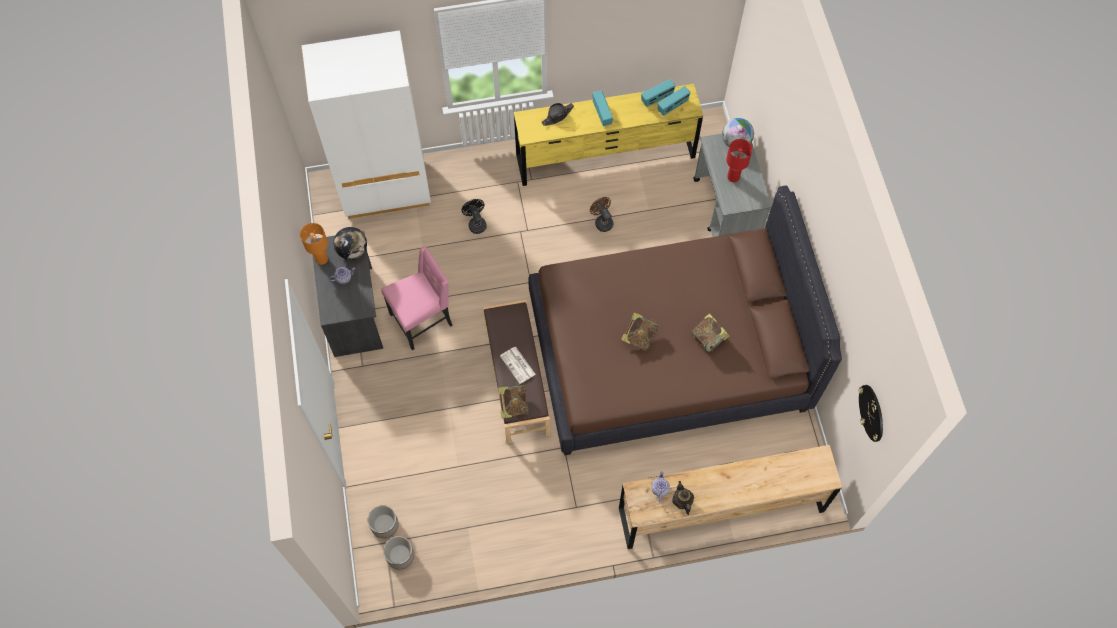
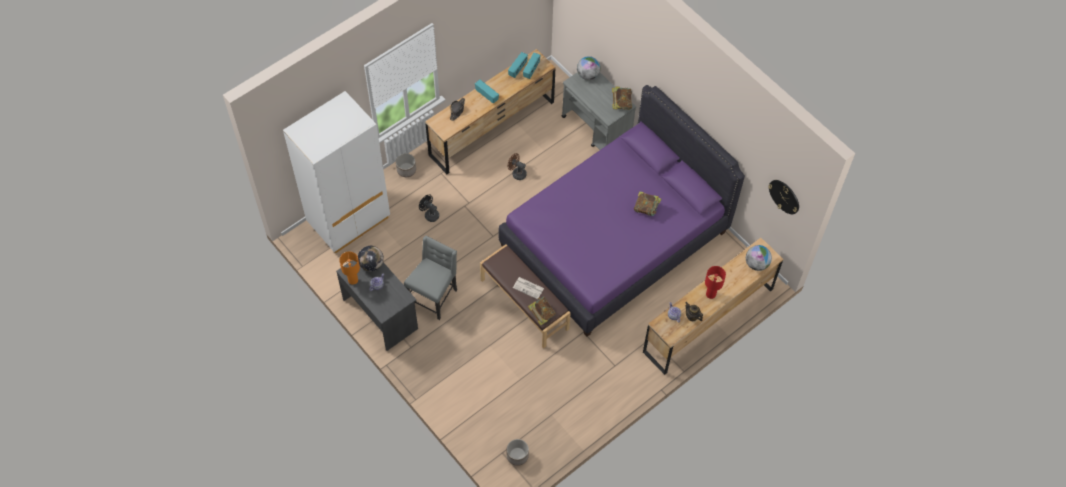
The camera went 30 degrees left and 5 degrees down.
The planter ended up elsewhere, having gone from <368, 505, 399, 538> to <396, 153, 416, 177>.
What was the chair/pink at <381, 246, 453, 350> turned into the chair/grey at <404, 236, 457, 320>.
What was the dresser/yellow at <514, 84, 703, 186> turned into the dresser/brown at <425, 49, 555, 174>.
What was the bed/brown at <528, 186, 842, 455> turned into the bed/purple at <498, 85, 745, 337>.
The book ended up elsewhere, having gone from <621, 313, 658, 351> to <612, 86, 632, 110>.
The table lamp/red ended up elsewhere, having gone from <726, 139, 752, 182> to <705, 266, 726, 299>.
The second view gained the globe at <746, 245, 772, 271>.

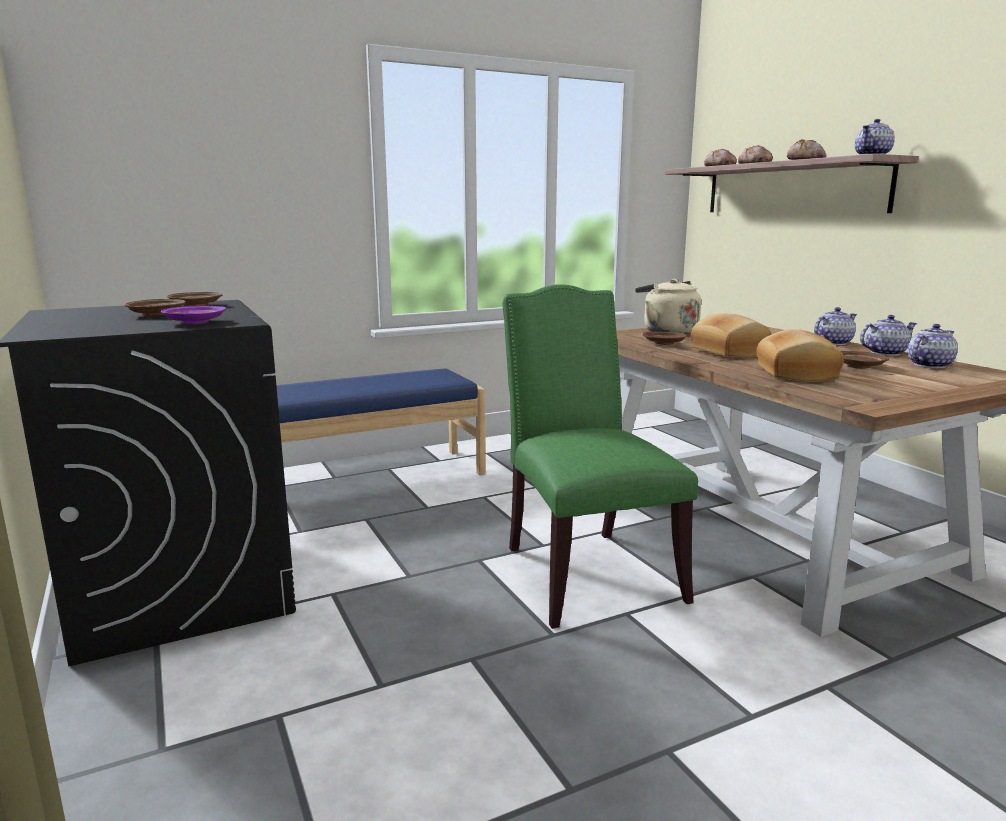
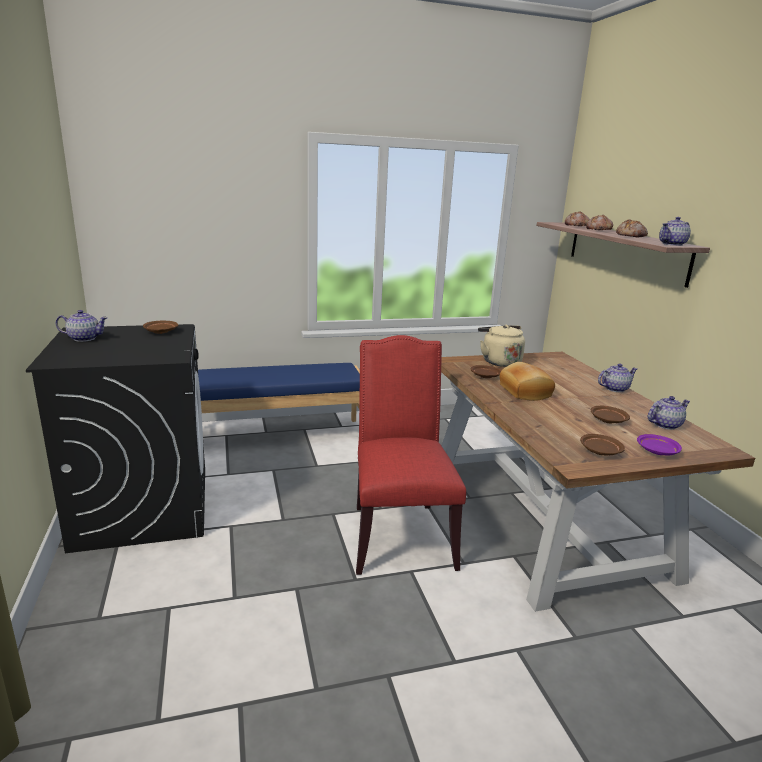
The camera went 10 degrees right and 5 degrees up.
The plate/brown ended up elsewhere, having gone from <125, 299, 186, 316> to <580, 434, 625, 455>.
The plate/purple ended up elsewhere, having gone from <161, 305, 226, 324> to <637, 434, 682, 455>.
What was the chair/green at <502, 284, 698, 629> turned into the chair/red at <356, 335, 466, 575>.
The second view lost the bread at <756, 329, 844, 382>.
The teapot ended up elsewhere, having gone from <860, 315, 917, 356> to <55, 310, 108, 342>.

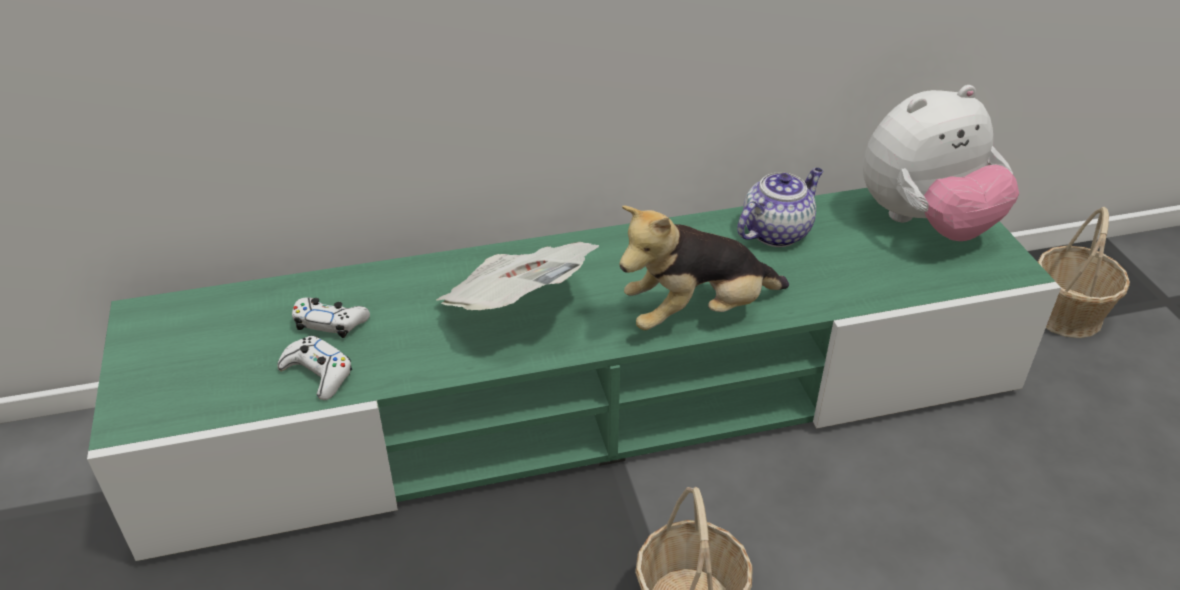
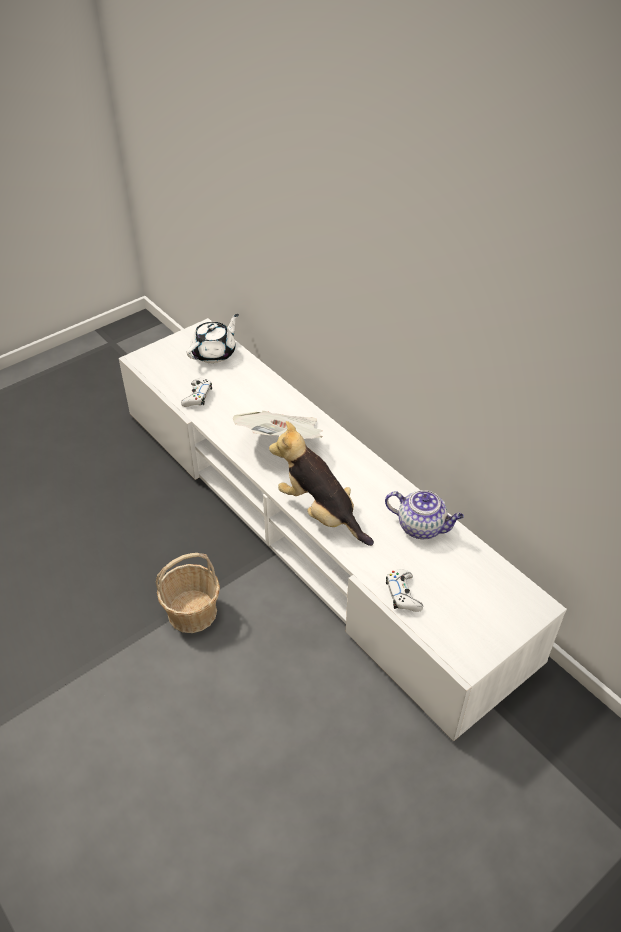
The camera went 65 degrees right and 5 degrees up.
What was the tv stand/green at <87, 188, 1061, 561> turned into the tv stand/white at <119, 318, 567, 741>.
The game controller/white ended up elsewhere, having gone from <292, 297, 370, 338> to <386, 569, 423, 612>.
The second view lost the plush toy at <863, 85, 1019, 241>.
The second view lost the basket at <1038, 207, 1130, 338>.
The second view gained the teapot/white at <187, 314, 239, 363>.

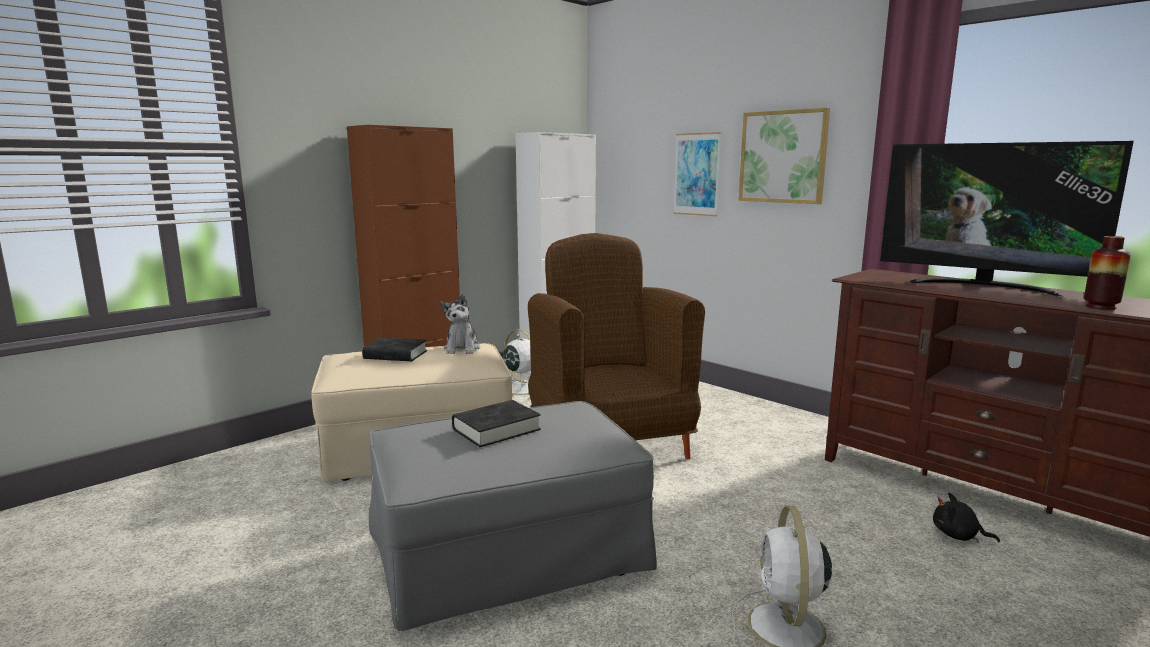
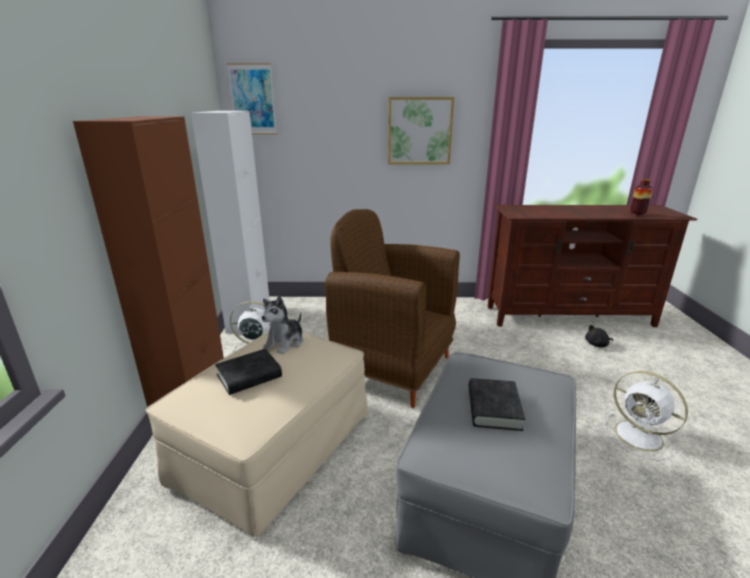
The camera went 45 degrees left and 10 degrees up.
The plush toy at <440, 294, 480, 354> ended up facing another way, 75 degrees clockwise from before.
The picture ended up elsewhere, having gone from <673, 132, 722, 216> to <227, 63, 277, 134>.
The second view lost the television at <880, 141, 1134, 297>.

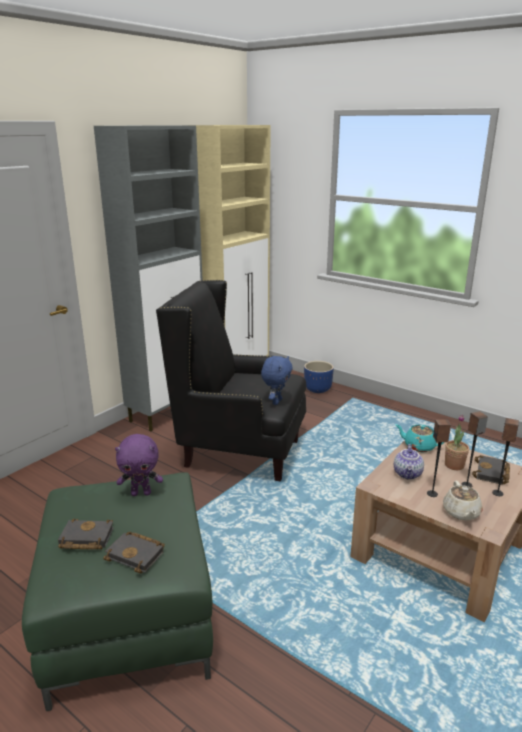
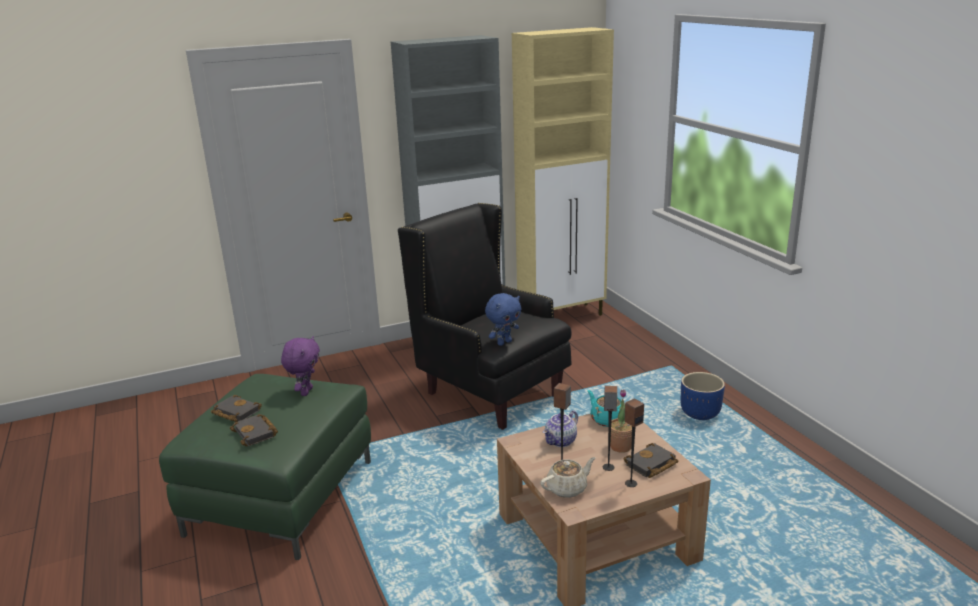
The camera went 30 degrees right and 0 degrees up.
The plush toy/purple at <115, 434, 163, 496> ended up facing another way, 105 degrees counterclockwise from before.
The planter/blue ended up elsewhere, having gone from <304, 361, 334, 393> to <680, 372, 725, 420>.
The teapot/beige at <443, 481, 482, 521> ended up facing another way, 150 degrees counterclockwise from before.

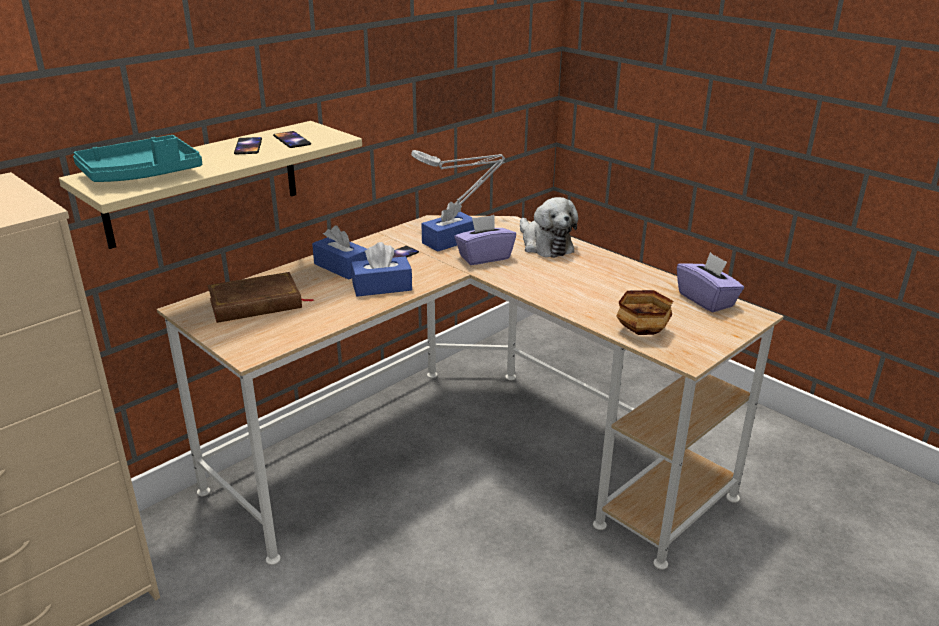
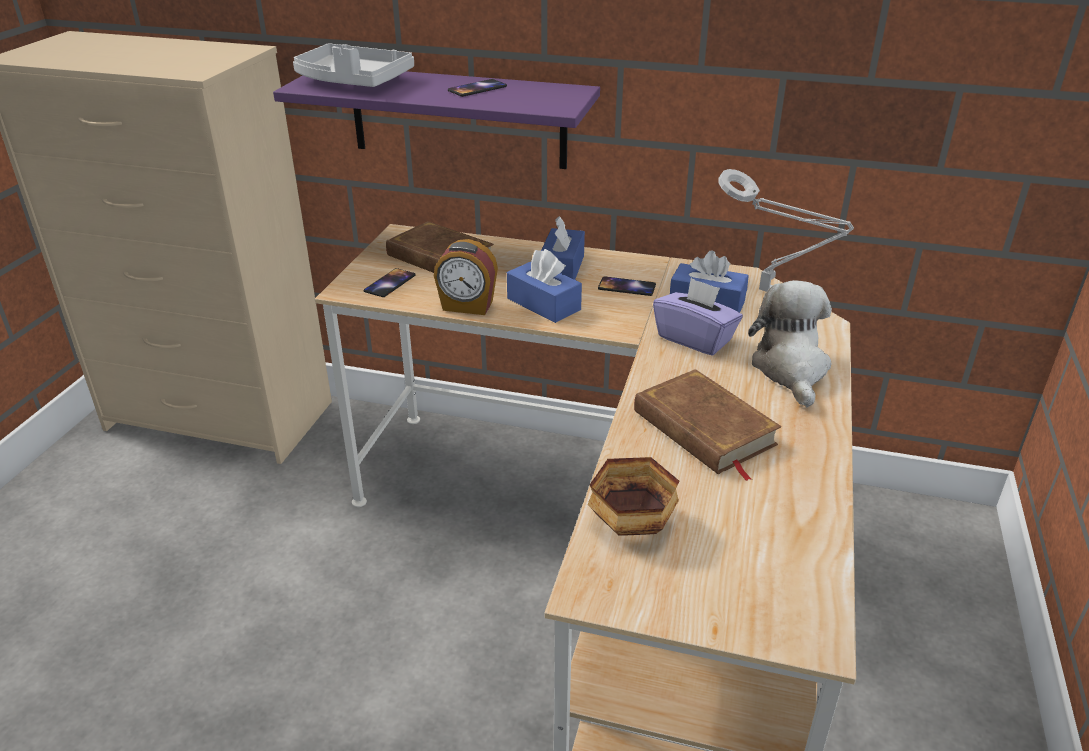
The camera went 60 degrees right and 5 degrees up.
What was the shelf/beige at <59, 121, 362, 249> turned into the shelf/purple at <273, 71, 600, 169>.
What was the tray/turquoise at <73, 135, 202, 182> turned into the tray/grey at <293, 43, 414, 87>.
The phone ended up elsewhere, having gone from <273, 131, 311, 148> to <364, 268, 416, 297>.
The plush toy at <520, 197, 578, 258> ended up facing another way, 150 degrees clockwise from before.
The second view lost the tissue box/purple at <677, 252, 744, 313>.
The second view gained the alarm clock at <434, 239, 498, 315>.
The second view gained the book/brown at <634, 369, 782, 481>.

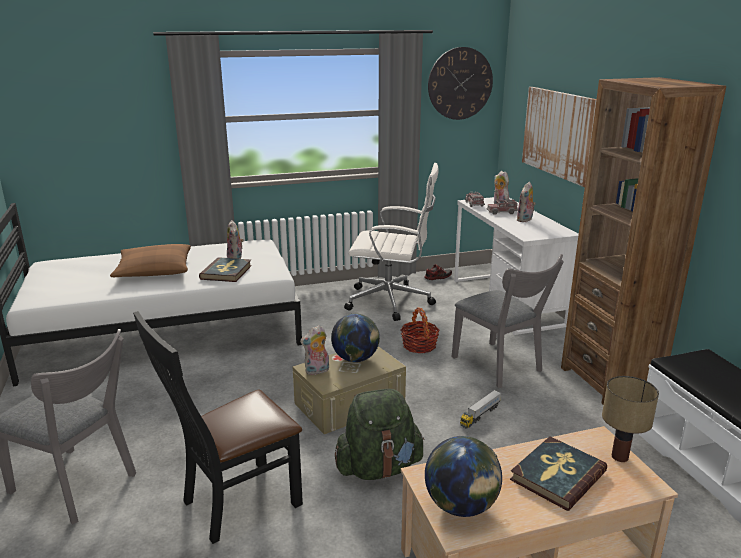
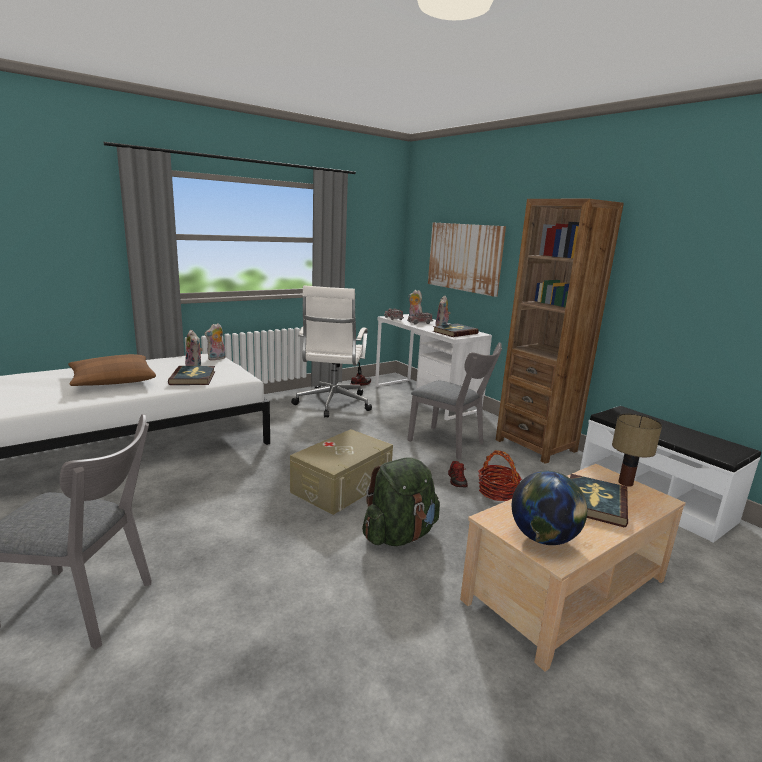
The camera went 20 degrees left and 5 degrees down.
The second view lost the chair/black at <133, 311, 303, 544>.
The plush toy ended up elsewhere, having gone from <300, 325, 329, 375> to <204, 323, 226, 360>.
The second view lost the globe at <331, 313, 380, 362>.
The office chair/white at <344, 163, 439, 321> ended up facing another way, 105 degrees clockwise from before.
The basket ended up elsewhere, having gone from <400, 307, 440, 353> to <478, 450, 522, 501>.
The second view lost the wall clock at <428, 47, 493, 120>.
Where the toy truck stood at <460, 390, 501, 429>, the shoe came to stand at <448, 461, 468, 487>.
The second view gained the book at <433, 324, 479, 337>.

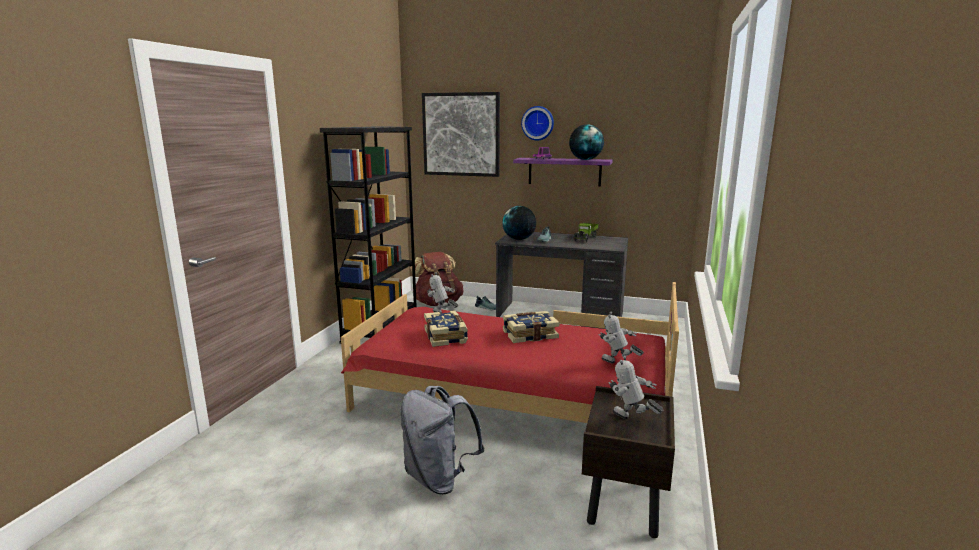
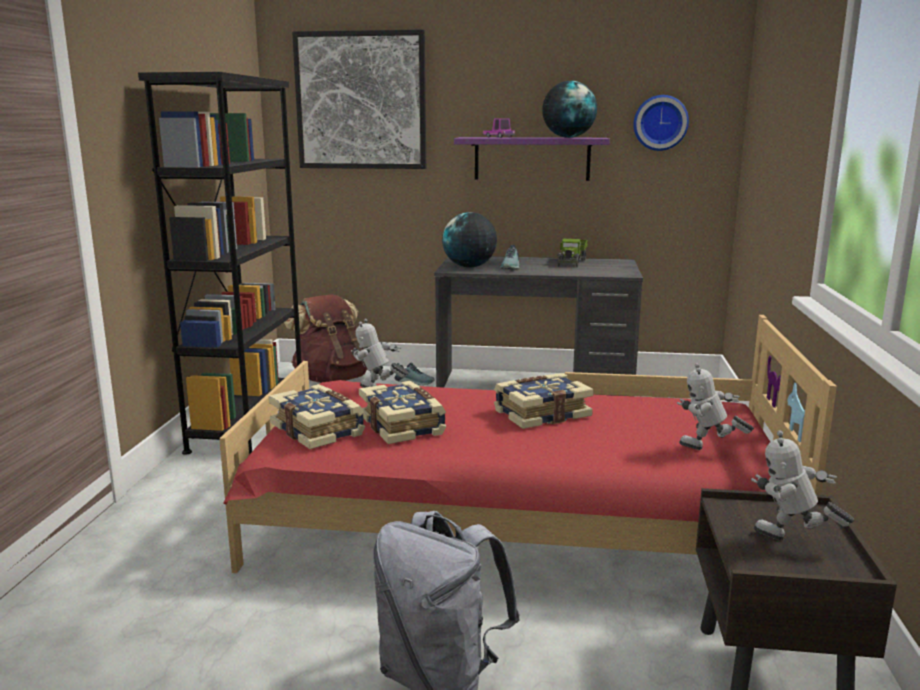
The camera went 10 degrees left and 0 degrees up.
The wall clock ended up elsewhere, having gone from <521, 106, 554, 141> to <634, 95, 689, 151>.
The second view gained the book at <268, 384, 365, 449>.

